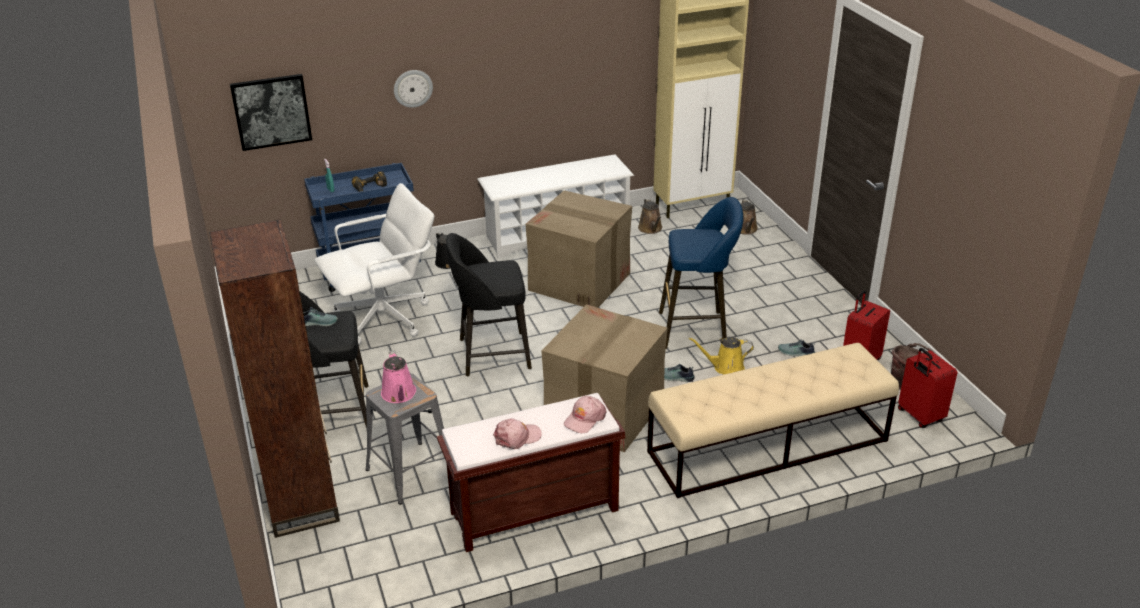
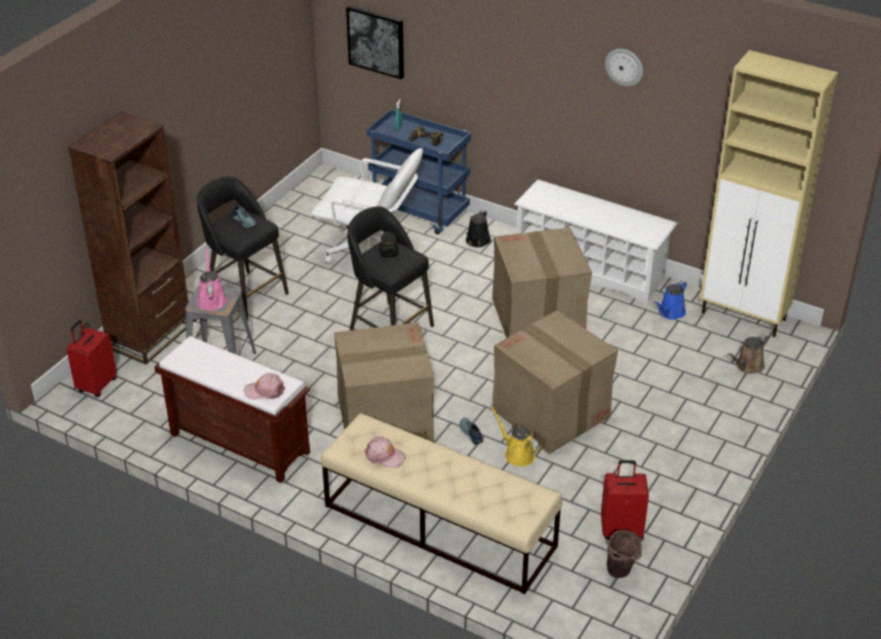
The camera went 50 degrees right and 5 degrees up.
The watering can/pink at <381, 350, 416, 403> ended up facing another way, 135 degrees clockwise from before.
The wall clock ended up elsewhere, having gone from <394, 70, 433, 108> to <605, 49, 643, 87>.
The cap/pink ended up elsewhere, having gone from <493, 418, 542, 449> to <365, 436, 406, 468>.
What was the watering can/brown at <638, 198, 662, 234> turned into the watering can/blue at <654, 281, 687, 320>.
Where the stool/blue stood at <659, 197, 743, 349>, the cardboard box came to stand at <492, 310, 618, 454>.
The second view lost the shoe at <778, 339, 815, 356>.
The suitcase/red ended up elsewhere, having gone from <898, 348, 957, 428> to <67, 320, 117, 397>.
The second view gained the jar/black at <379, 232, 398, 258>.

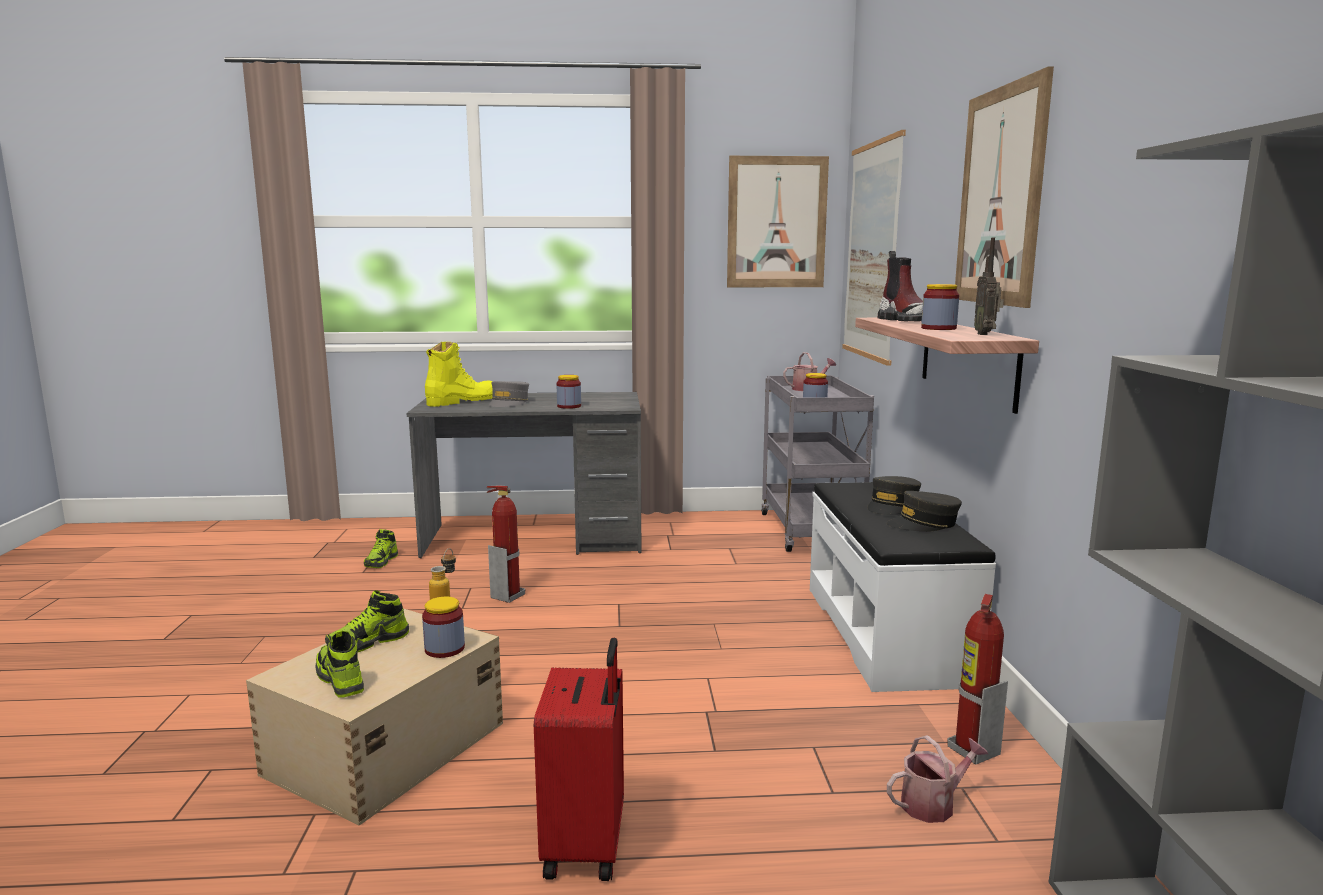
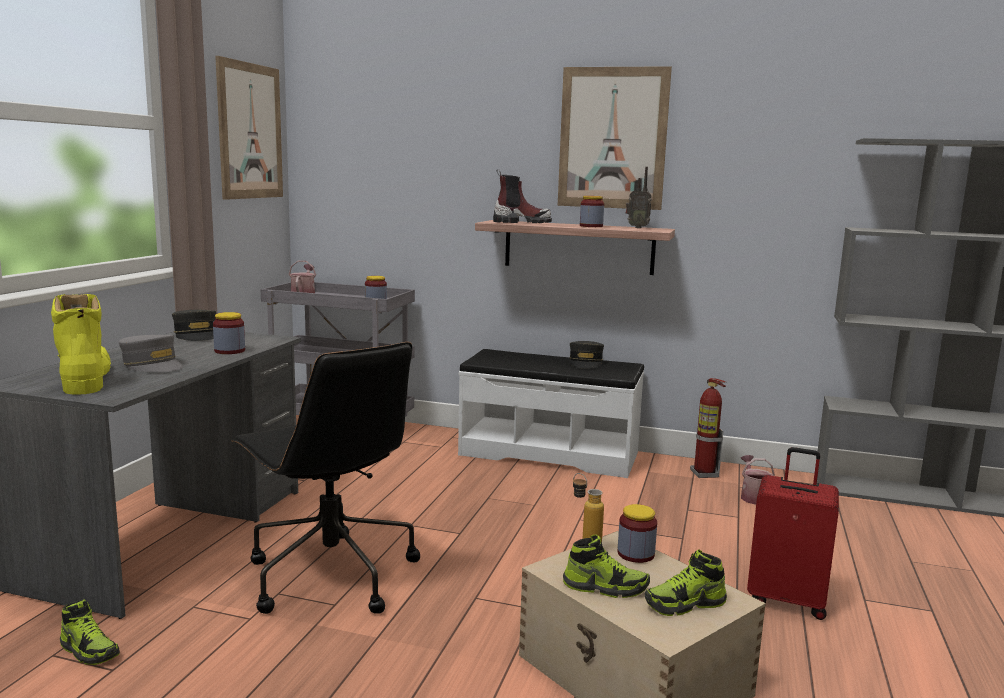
The camera went 70 degrees left and 0 degrees up.
The shoe at <325, 590, 409, 652> ended up facing another way, 60 degrees counterclockwise from before.
Where the fire extinguisher stood at <486, 485, 525, 603>, the office chair/black came to stand at <231, 342, 420, 614>.
The second view lost the picture at <842, 130, 906, 366>.
The cap/grey ended up elsewhere, having gone from <867, 476, 921, 515> to <172, 310, 216, 341>.

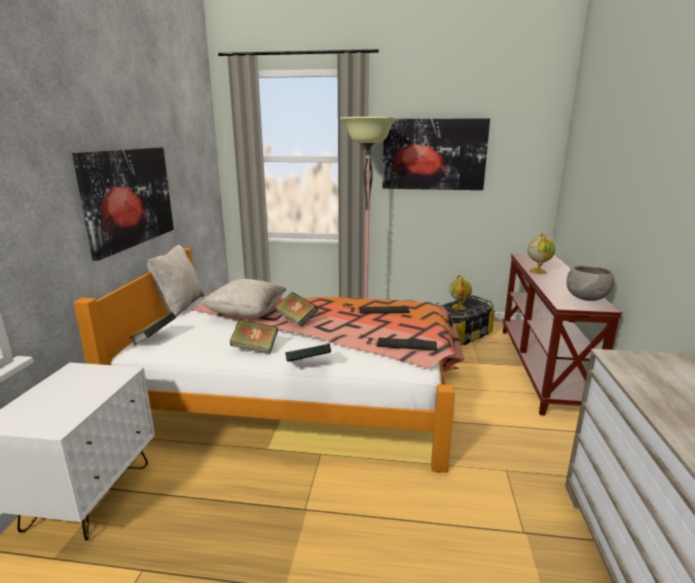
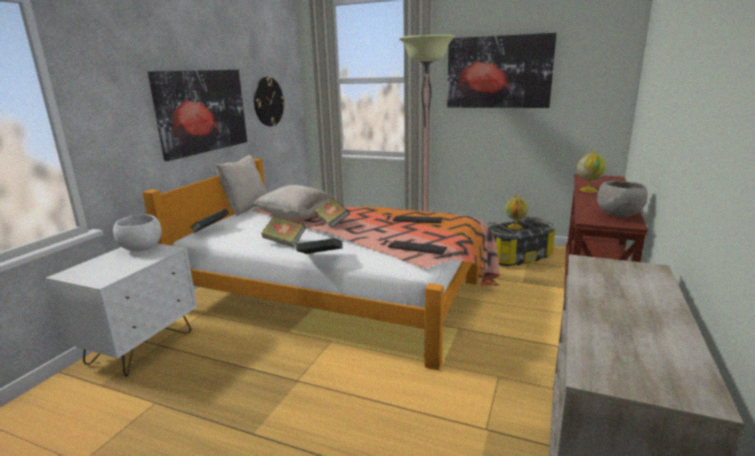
The camera went 15 degrees right and 0 degrees up.
The second view gained the bowl/white at <113, 214, 162, 251>.
The second view gained the wall clock at <254, 77, 285, 126>.

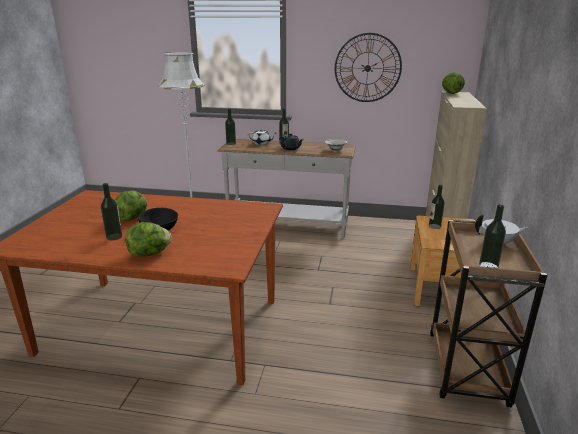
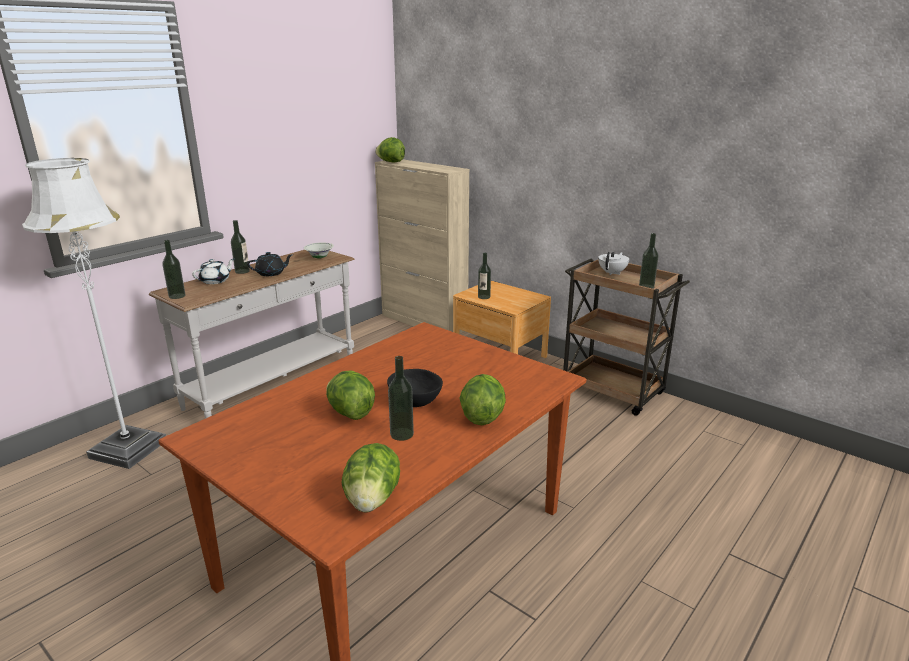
The camera went 60 degrees left and 0 degrees up.
The second view lost the wall clock at <335, 33, 402, 102>.
The second view gained the lettuce at <341, 443, 400, 513>.

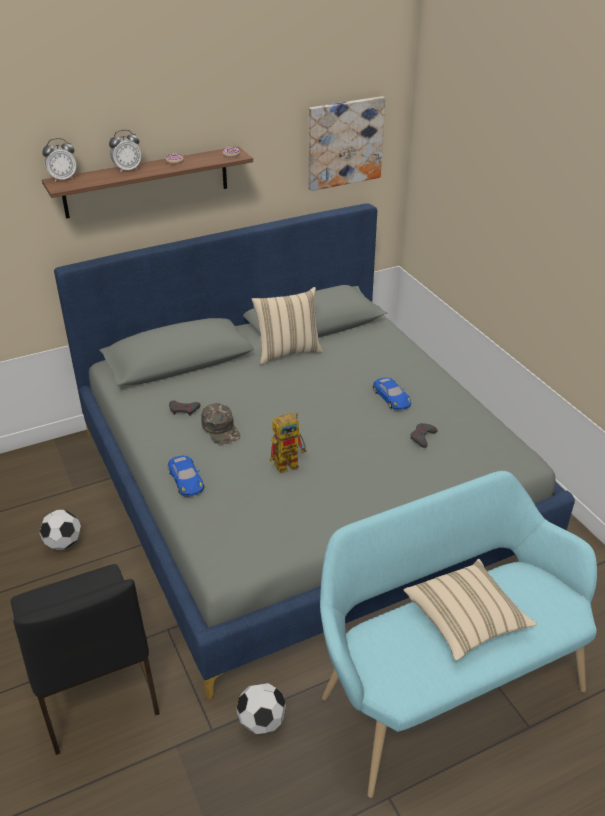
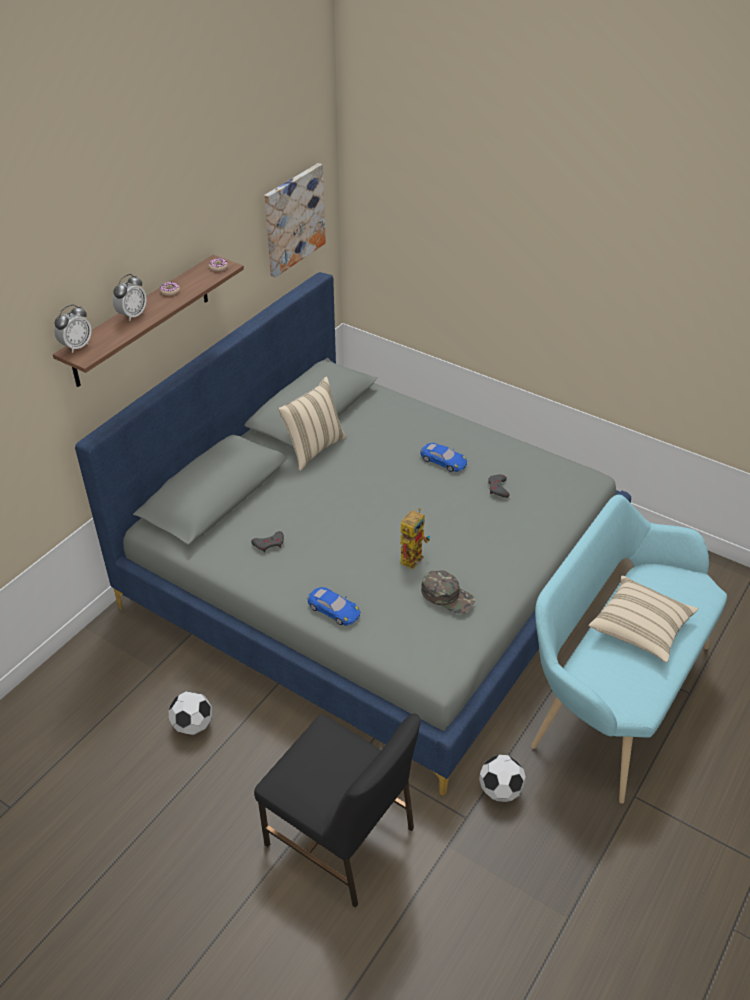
The camera went 30 degrees left and 5 degrees up.
The cap/green ended up elsewhere, having gone from <201, 403, 241, 444> to <421, 570, 475, 613>.

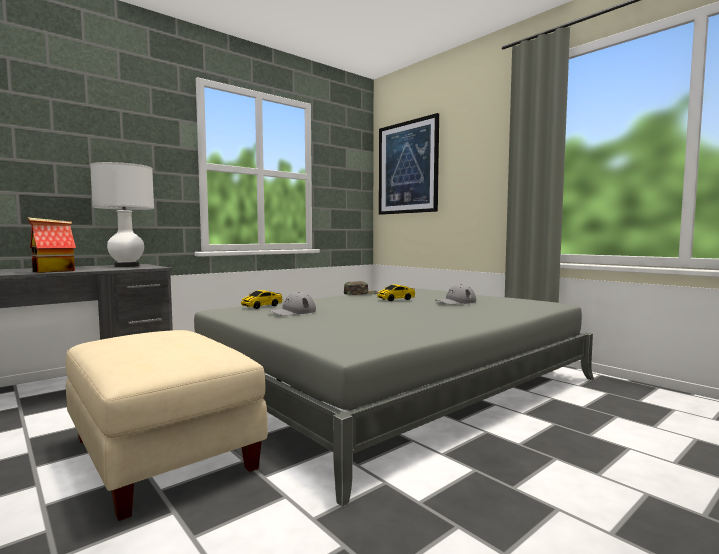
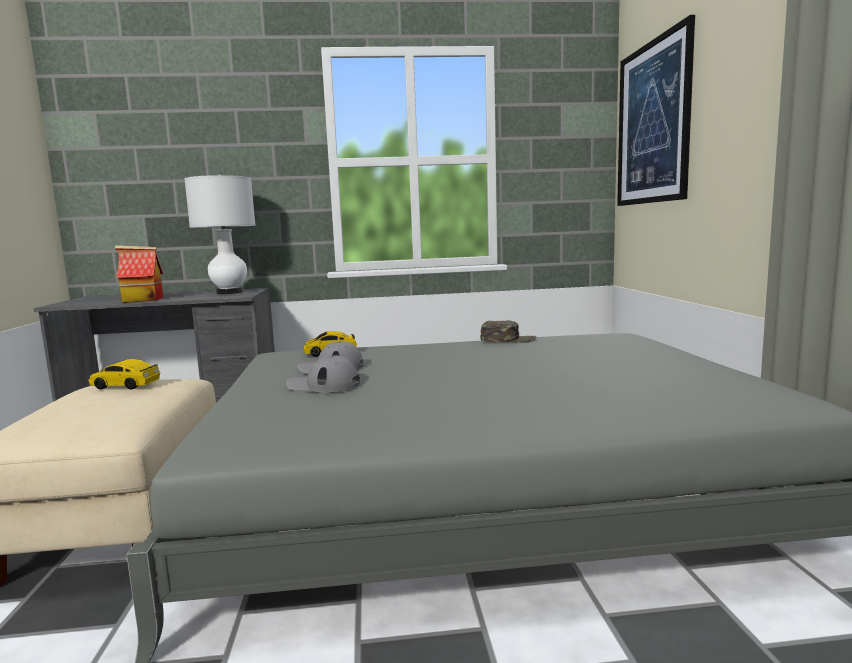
The camera went 35 degrees right and 5 degrees up.
The toy car ended up elsewhere, having gone from <377, 284, 415, 301> to <88, 359, 160, 390>.
The cap/grey ended up elsewhere, having gone from <435, 284, 476, 304> to <286, 355, 360, 393>.

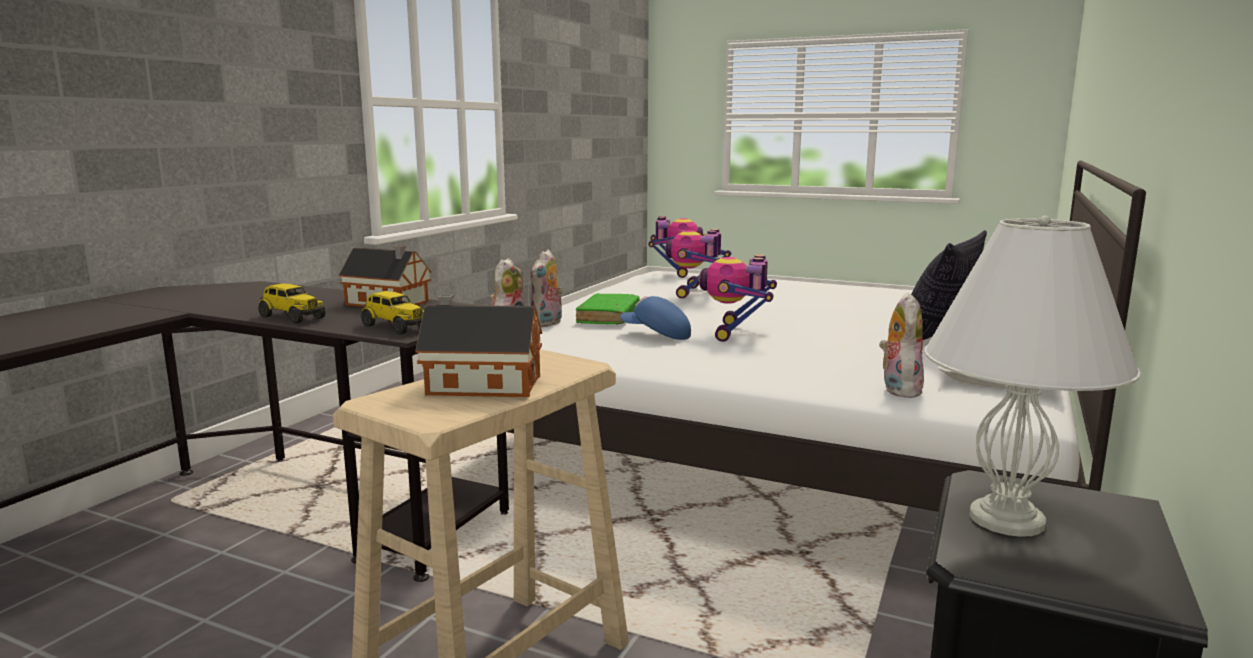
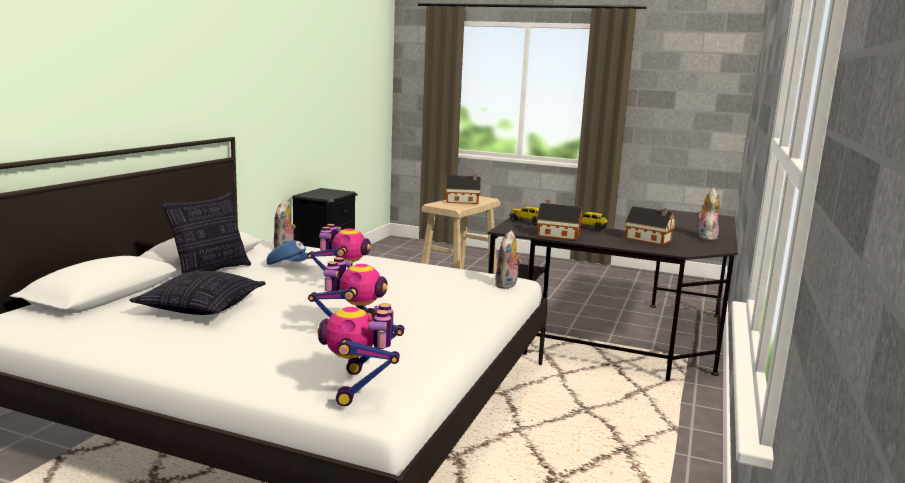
The camera went 175 degrees right and 0 degrees up.
The plush toy ended up elsewhere, having gone from <531, 250, 563, 328> to <697, 188, 720, 240>.
The second view lost the book/green at <576, 293, 640, 325>.
The cap/blue ended up elsewhere, having gone from <620, 296, 691, 340> to <266, 240, 309, 265>.
The second view lost the table lamp/white at <925, 216, 1141, 537>.
The second view gained the pillow at <130, 271, 266, 315>.
The second view gained the toy house at <625, 206, 676, 245>.

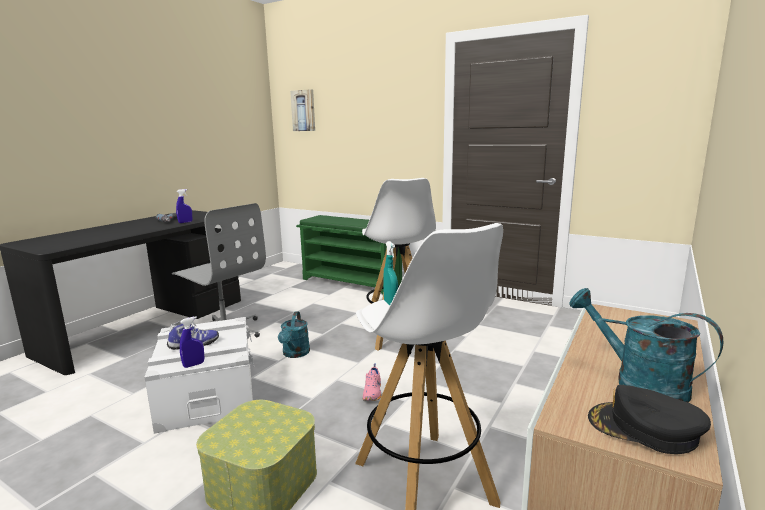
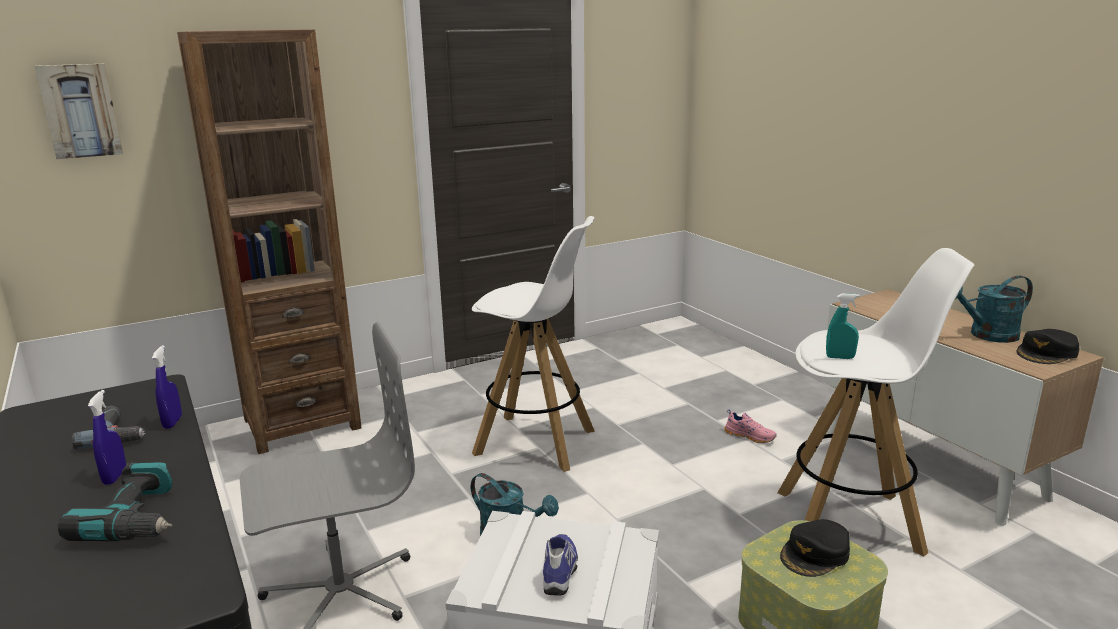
The camera went 60 degrees left and 5 degrees up.
The spray bottle/blue ended up elsewhere, having gone from <180, 316, 204, 368> to <88, 390, 126, 485>.
Where the shoe rack/green stood at <296, 215, 402, 294>, the bookcase/brown came to stand at <177, 29, 362, 454>.
The shoe/pink ended up elsewhere, having gone from <362, 363, 381, 401> to <724, 409, 776, 443>.
The second view gained the power drill at <58, 462, 172, 541>.
The second view gained the cap/black at <780, 519, 850, 577>.

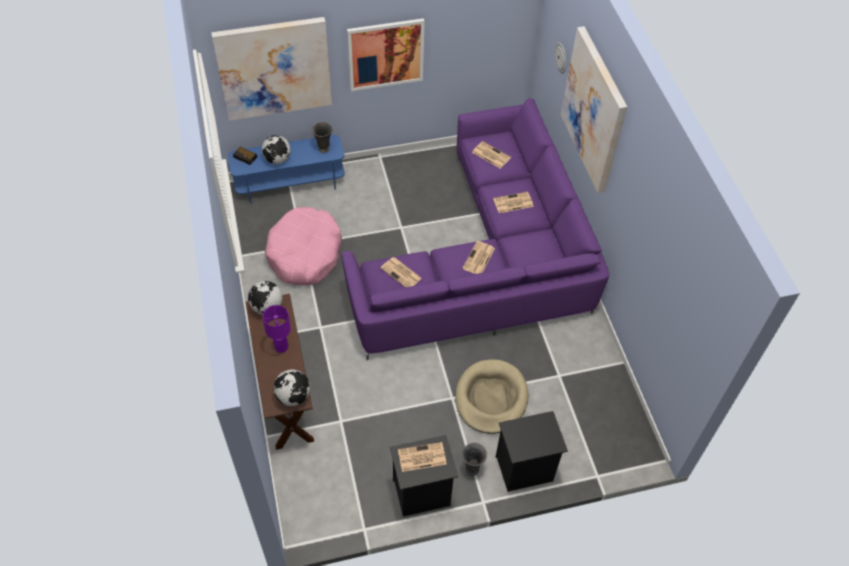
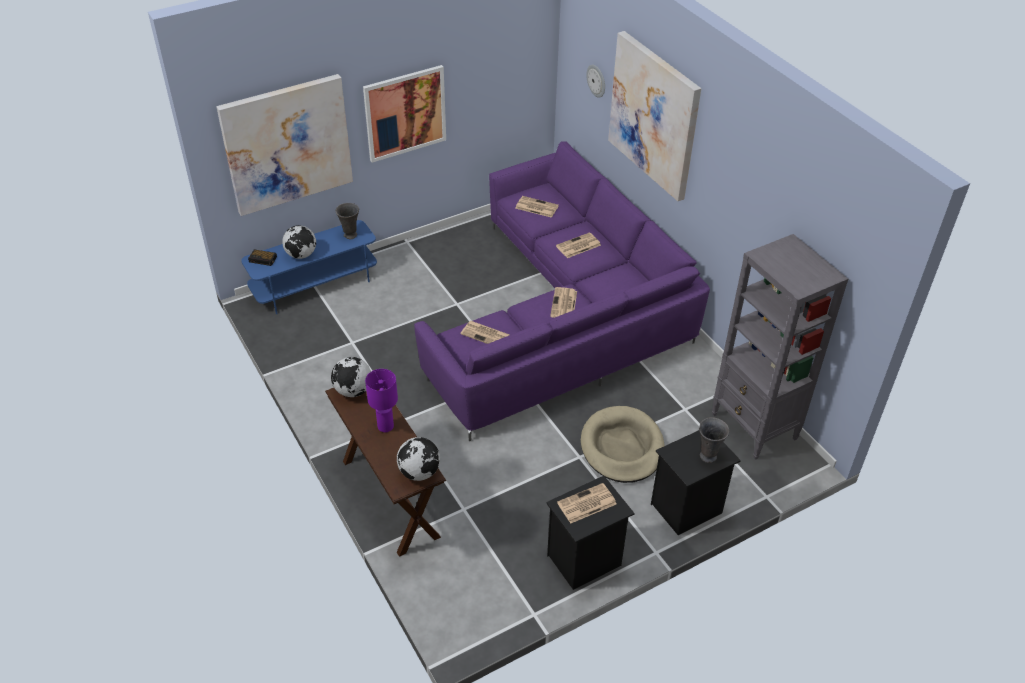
The camera went 15 degrees left and 10 degrees down.
The second view lost the dog bed/pink at <265, 207, 342, 285>.
The vase/grey ended up elsewhere, having gone from <462, 443, 487, 476> to <699, 417, 729, 463>.
The second view gained the bookcase/grey at <712, 234, 848, 460>.

